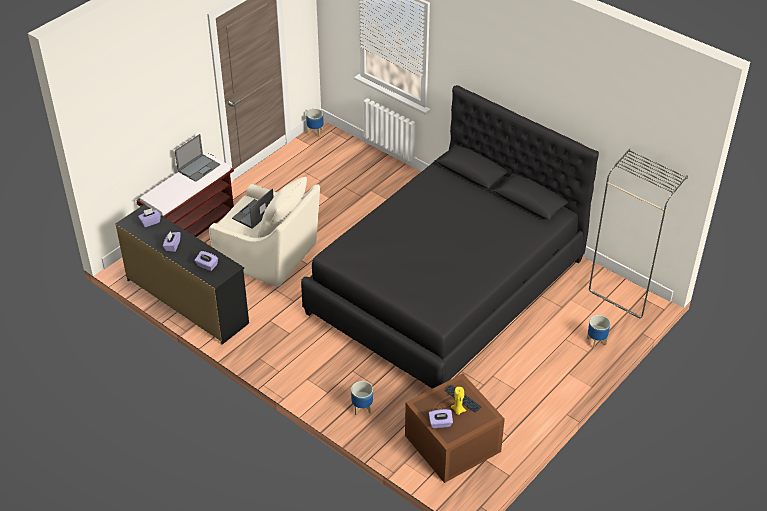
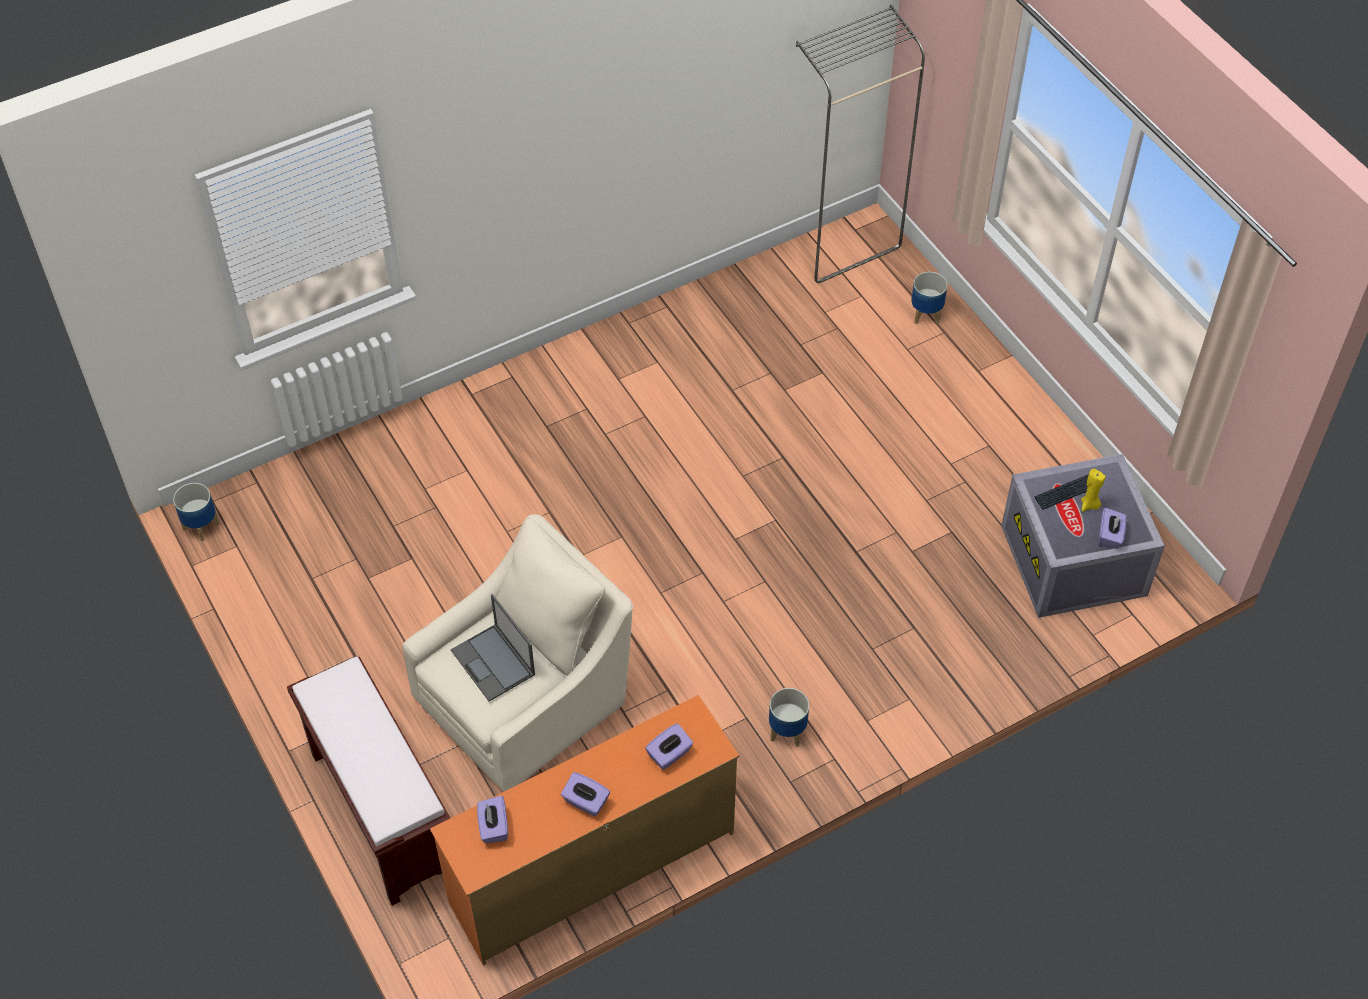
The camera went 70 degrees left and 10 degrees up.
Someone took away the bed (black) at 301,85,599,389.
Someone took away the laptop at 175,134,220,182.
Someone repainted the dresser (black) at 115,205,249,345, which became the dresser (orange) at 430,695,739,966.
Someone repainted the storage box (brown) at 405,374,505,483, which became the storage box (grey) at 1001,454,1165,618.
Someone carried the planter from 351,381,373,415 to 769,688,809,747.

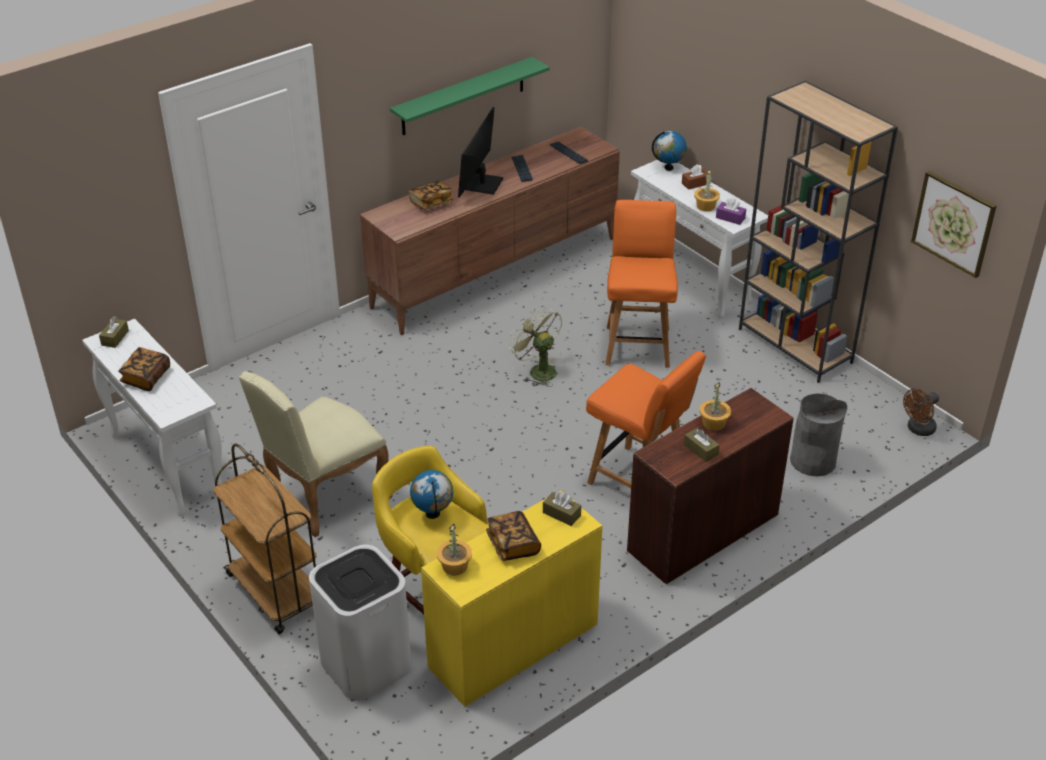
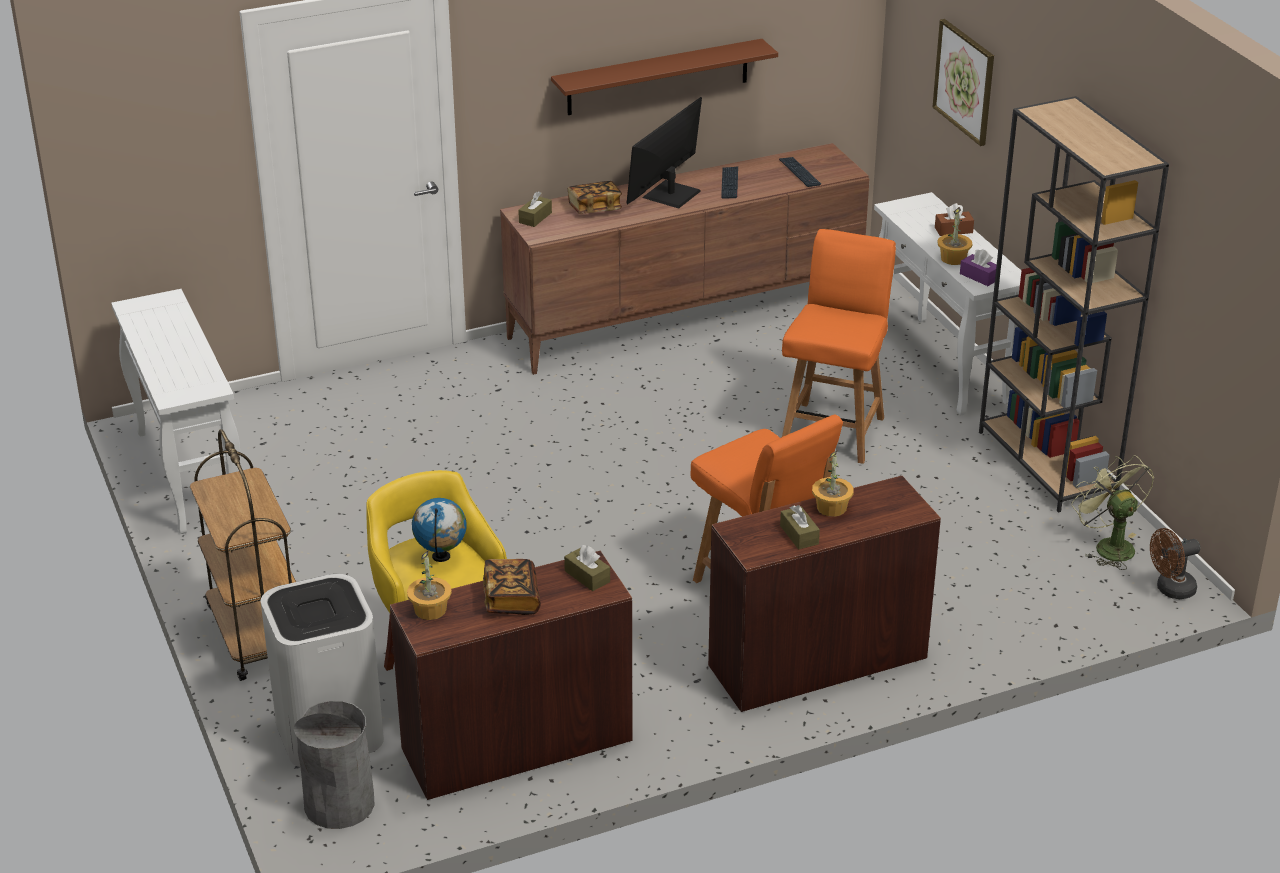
The camera went 15 degrees right and 5 degrees down.
Someone repainted the shelf (green) at 390,57,550,135, which became the shelf (brown) at 551,39,778,115.
Someone took away the globe at 652,131,687,171.
Someone carried the picture from 911,171,996,278 to 933,19,994,146.
Someone carried the fan (green) from 509,306,562,387 to 1071,455,1154,570.
Someone carried the tissue box (brown) from 99,316,129,348 to 518,191,552,227.
Someone took away the book at 118,347,170,391.
Someone took away the chair (beige) at 239,371,393,537.
Someone carried the trash can (grey) from 790,393,847,477 to 294,701,375,829.
Someone repainted the desk (yellow) at 421,490,603,707, which became the desk (brown) at 390,551,632,800.

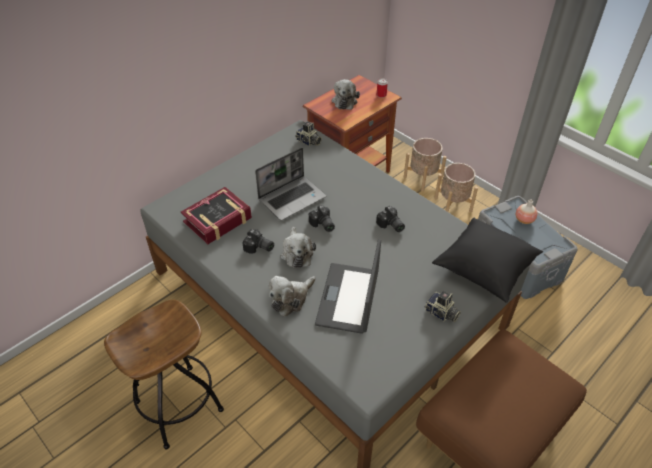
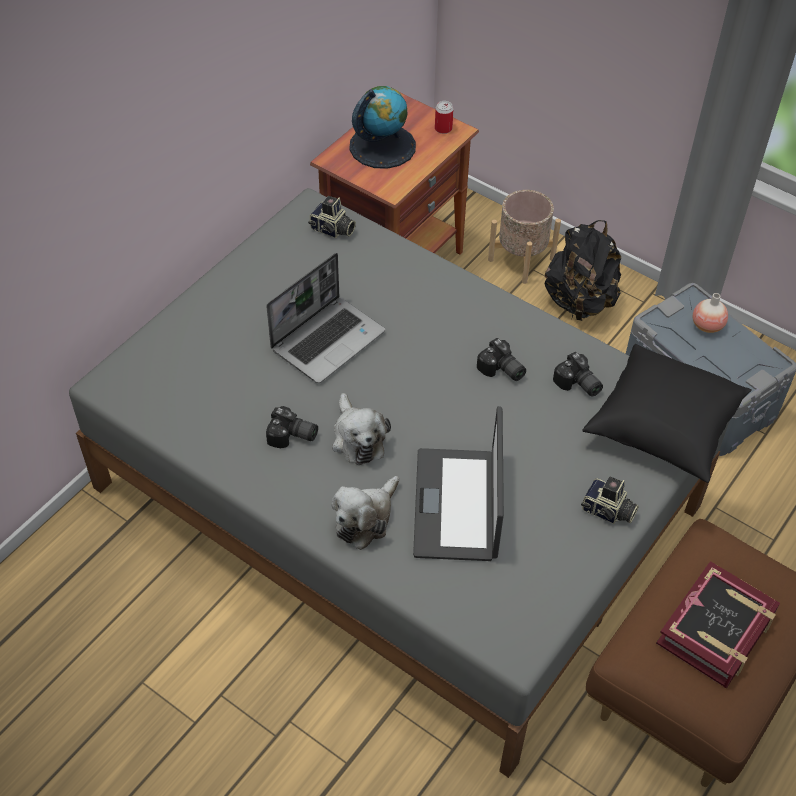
The camera went 10 degrees left and 5 degrees up.
Someone swapped the plush toy at 332,79,360,110 for the globe at 349,86,416,169.
Someone swapped the planter (beige) at 434,163,478,212 for the backpack (black) at 544,220,621,321.
Someone carried the book from 181,187,252,244 to 656,561,780,689.
Someone carried the photo camera from 309,205,335,232 to 553,352,603,397.
Someone took away the stool (brown) at 104,300,224,449.

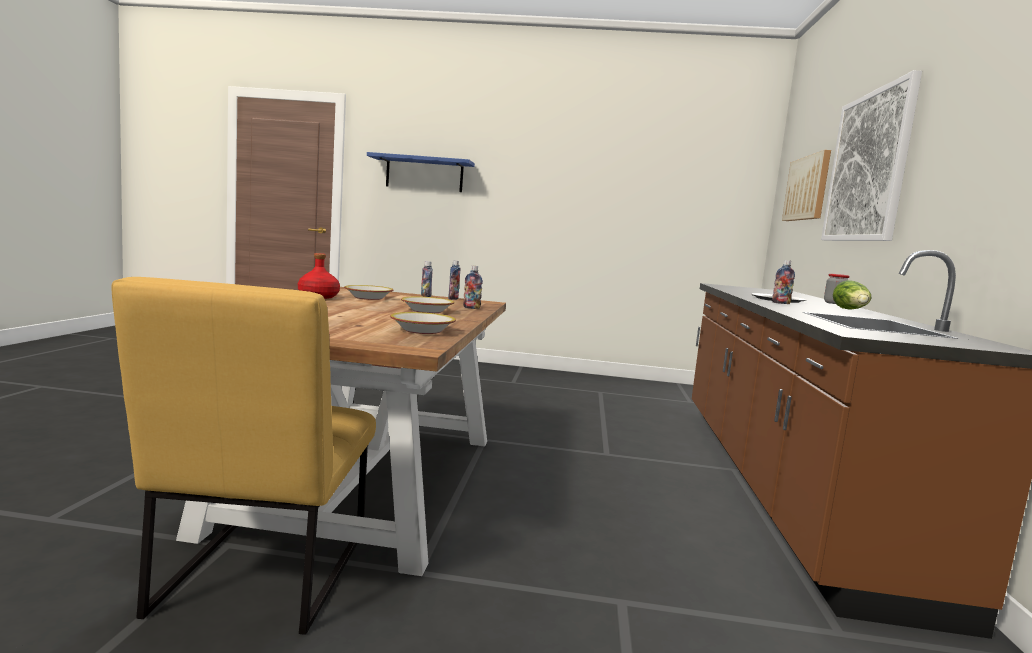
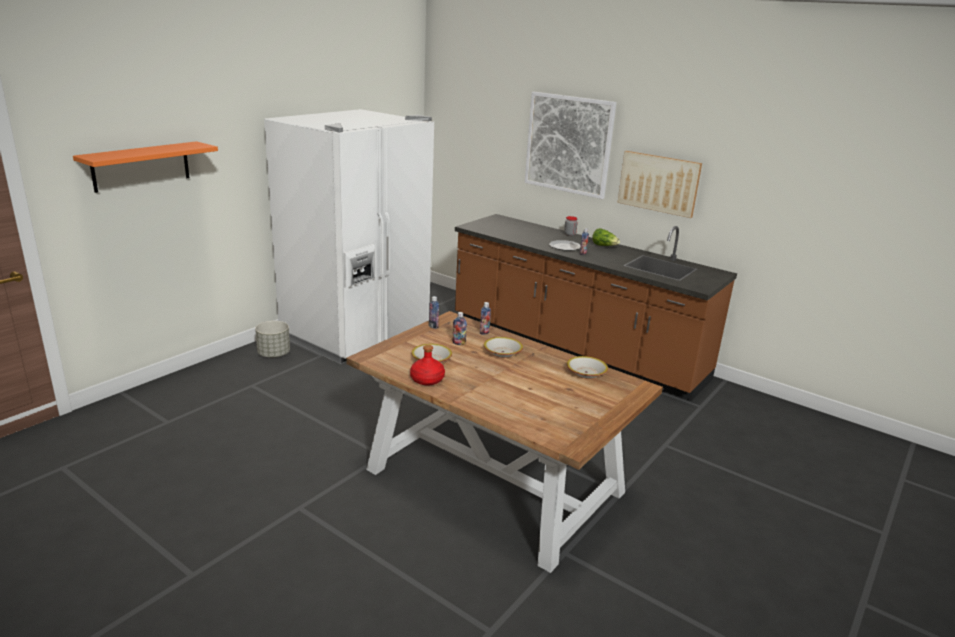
The camera went 60 degrees left and 15 degrees up.
Someone carried the picture from 782,150,831,221 to 617,151,702,218.
Someone repainted the shelf (blue) at 367,152,475,192, which became the shelf (orange) at 73,141,218,193.
Someone took away the chair (yellow) at 111,277,376,635.
Someone put down the fridge (white) at 264,109,434,364.
Someone put down the planter (grey) at 255,321,290,358.

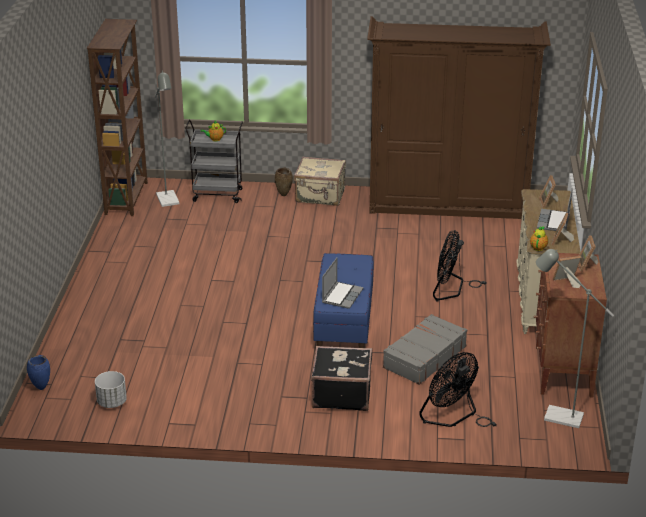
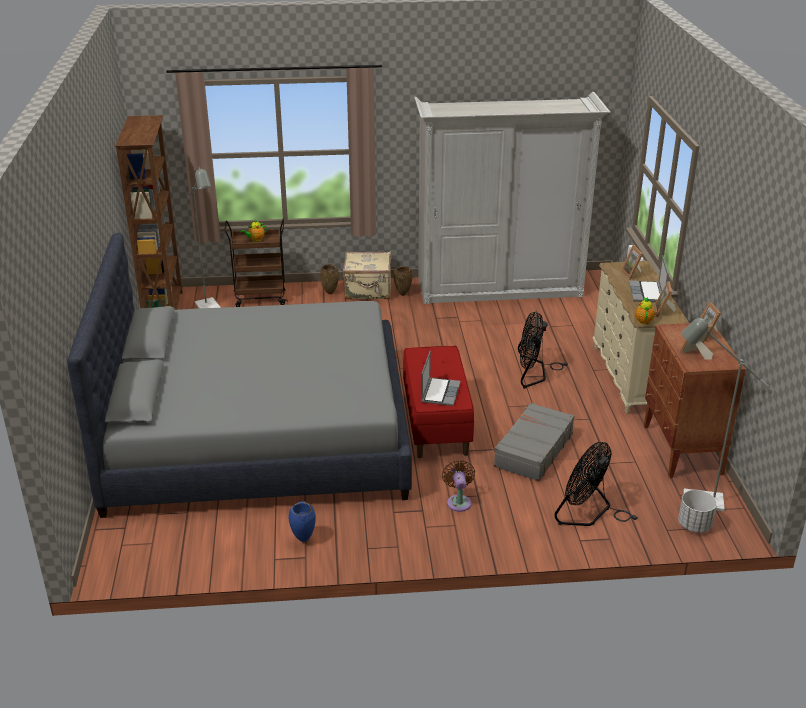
The camera went 10 degrees left and 0 degrees up.
Someone repainted the wardrobe (brown) at 367,16,551,220, which became the wardrobe (white) at 414,92,610,304.
Someone repainted the cart (grey) at 186,120,243,203, which became the cart (brown) at 225,218,288,307.
Someone repainted the bench (blue) at 313,253,374,348, which became the bench (red) at 403,346,474,458.
Someone swapped the suitcase (black) at 311,346,372,411 for the fan (brown) at 442,460,475,512.
Someone carried the vase (blue) from 27,355,50,390 to 289,501,316,542.
Someone carried the planter (white) from 95,371,127,408 to 678,490,717,532.
Someone put down the bed (grey) at 67,233,412,518.
Someone put down the vase (brown) at 394,266,413,296.

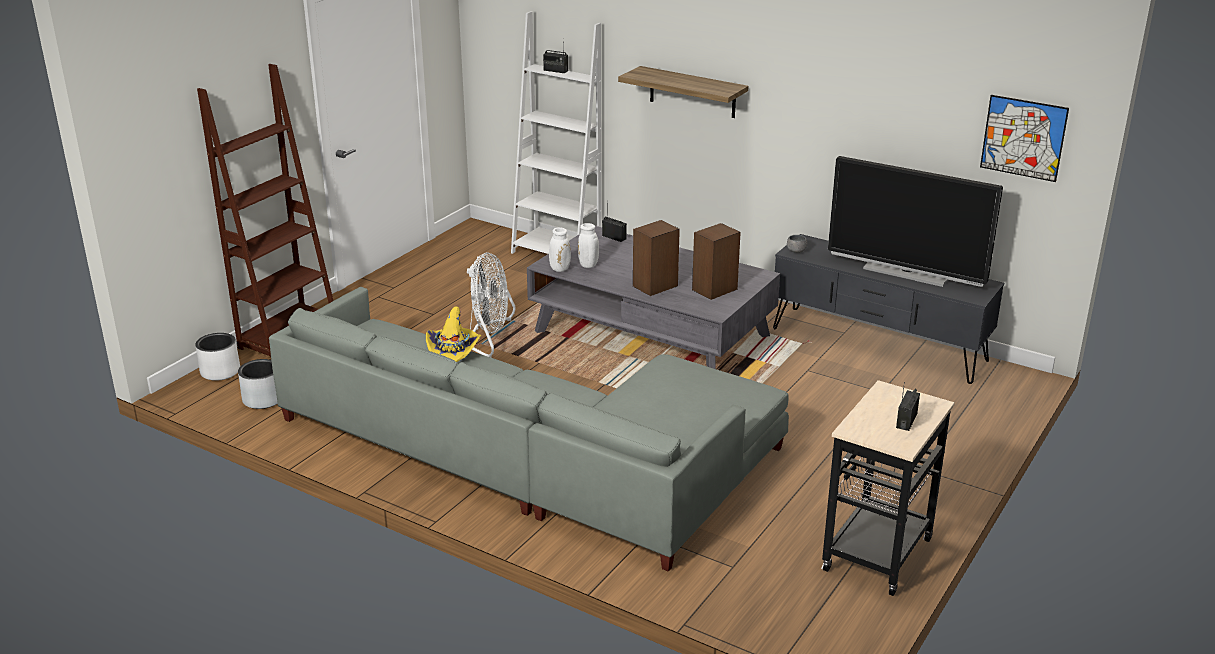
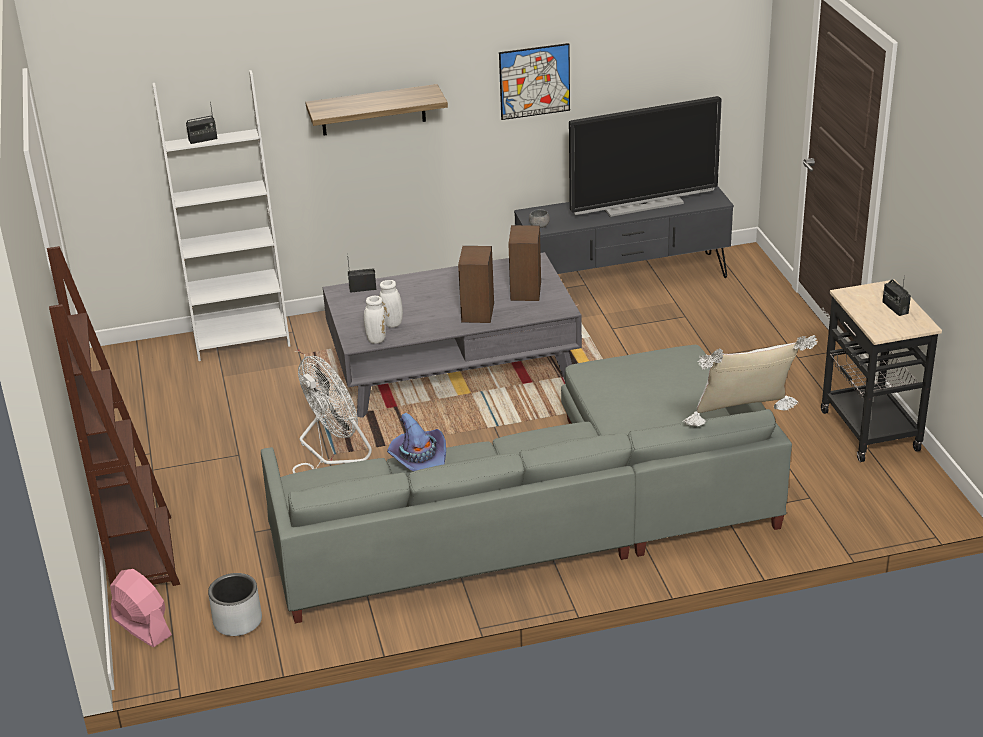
The camera went 45 degrees left and 5 degrees up.
Someone carried the picture from 980,95,1069,182 to 499,43,570,120.
Someone repainted the hat (yellow) at 426,306,481,362, which became the hat (purple) at 387,413,446,471.
Someone swapped the planter (white) at 195,333,240,381 for the fan (pink) at 110,569,172,647.
Someone put down the pillow (white) at 683,335,817,427.

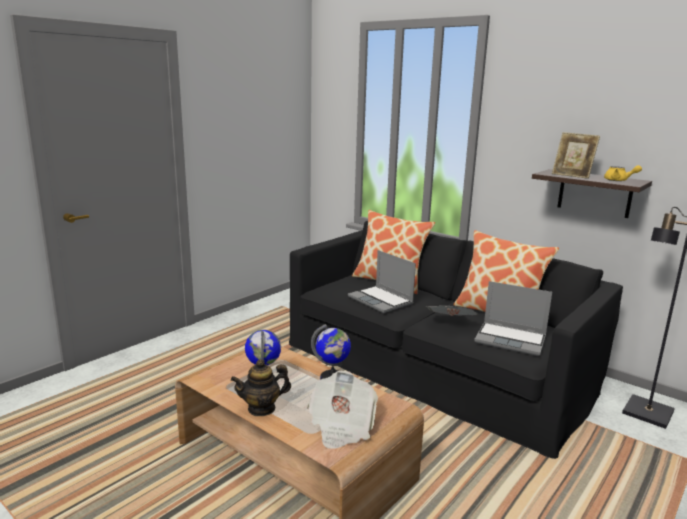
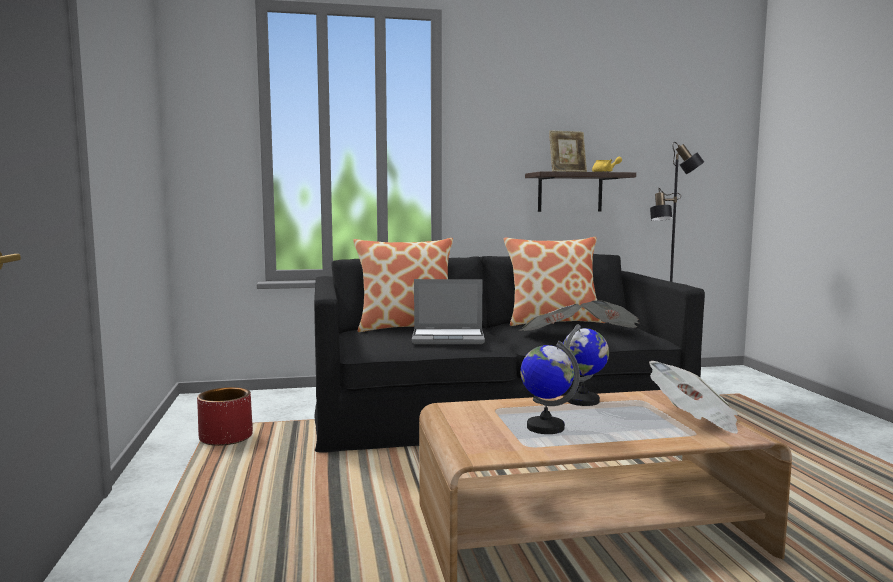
The camera went 50 degrees left and 10 degrees down.
Someone swapped the laptop at 474,281,552,356 for the newspaper at 581,300,639,328.
Someone took away the teapot at 231,359,291,416.
Someone put down the planter (red) at 197,387,253,446.

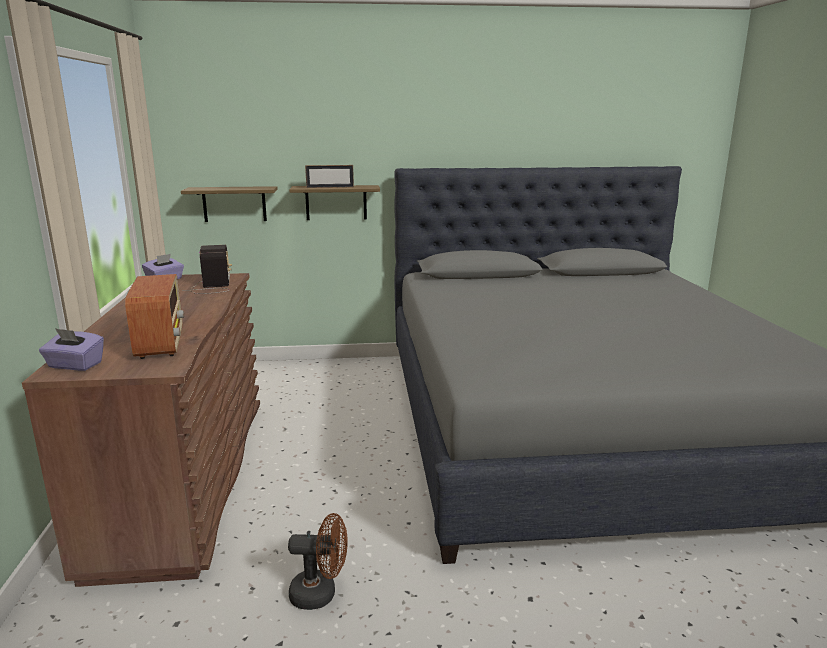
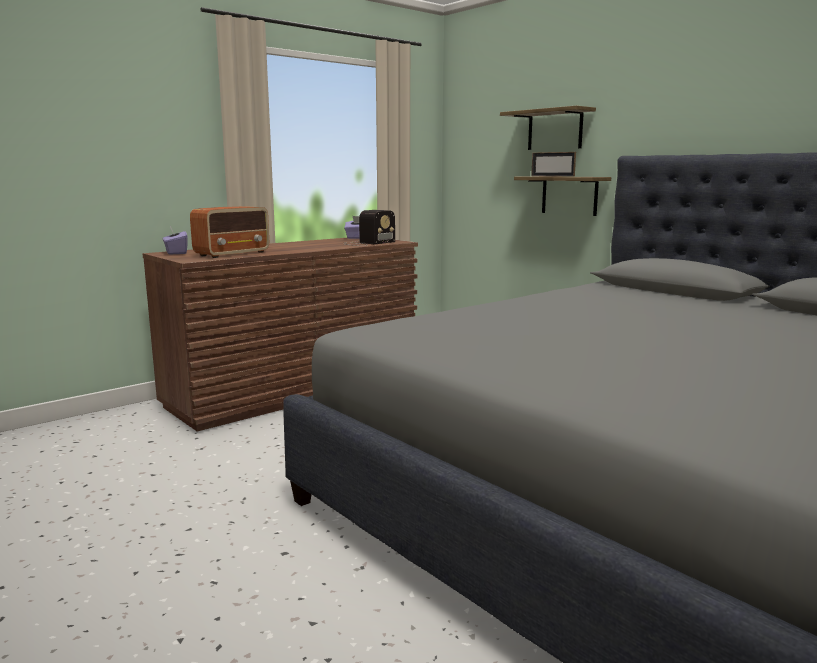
The camera went 55 degrees right and 5 degrees down.
Someone carried the shelf from 181,186,278,222 to 500,106,596,150.
Someone took away the fan (brown) at 288,513,348,610.

